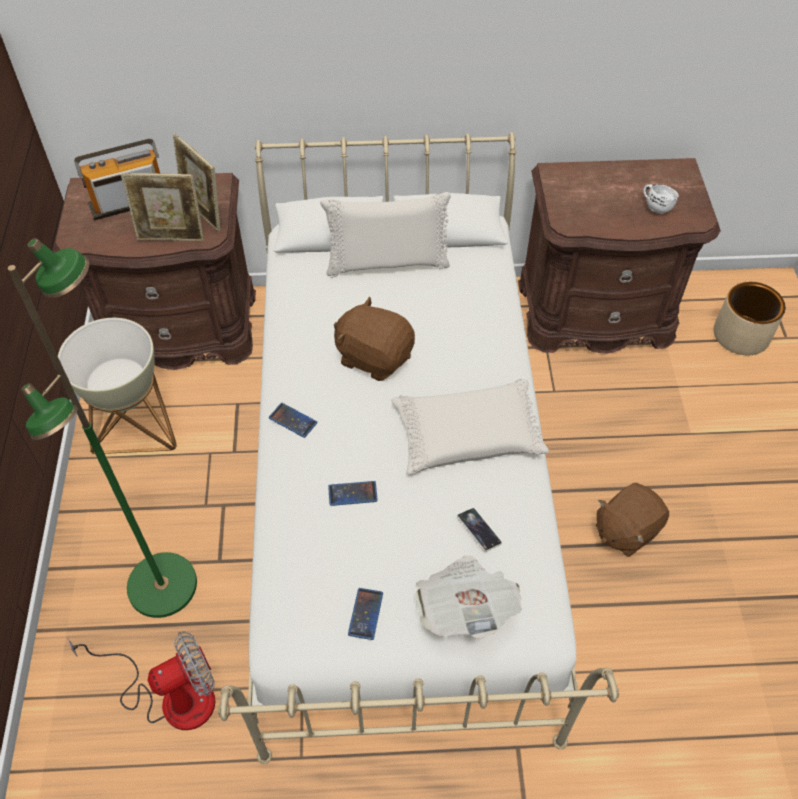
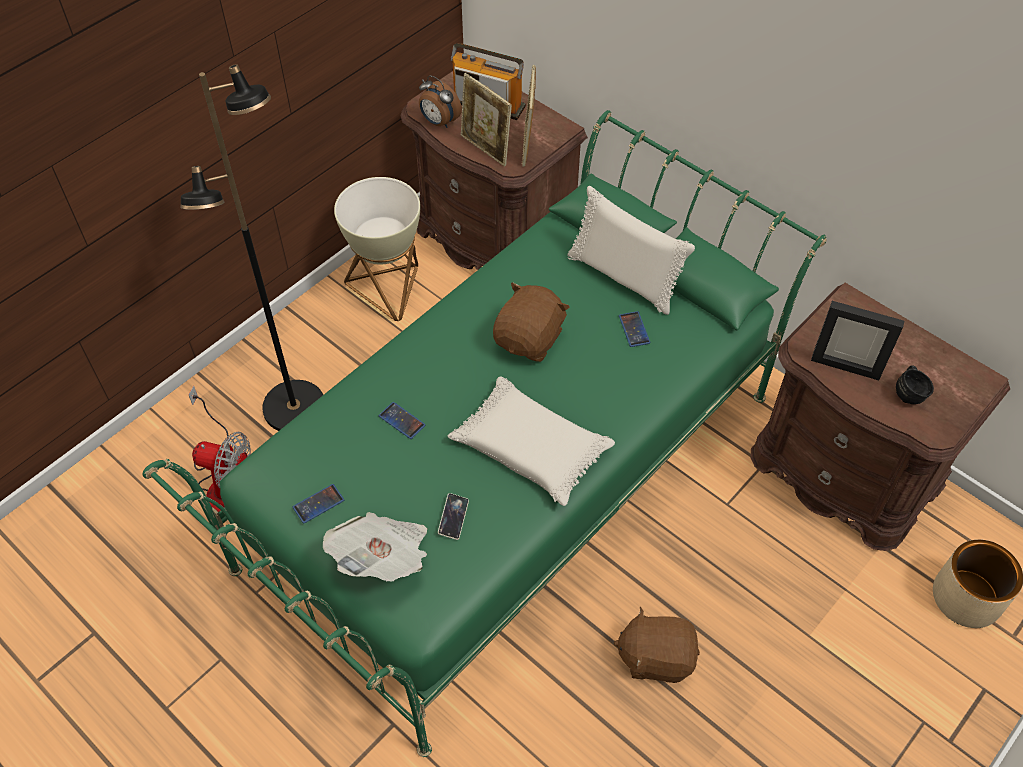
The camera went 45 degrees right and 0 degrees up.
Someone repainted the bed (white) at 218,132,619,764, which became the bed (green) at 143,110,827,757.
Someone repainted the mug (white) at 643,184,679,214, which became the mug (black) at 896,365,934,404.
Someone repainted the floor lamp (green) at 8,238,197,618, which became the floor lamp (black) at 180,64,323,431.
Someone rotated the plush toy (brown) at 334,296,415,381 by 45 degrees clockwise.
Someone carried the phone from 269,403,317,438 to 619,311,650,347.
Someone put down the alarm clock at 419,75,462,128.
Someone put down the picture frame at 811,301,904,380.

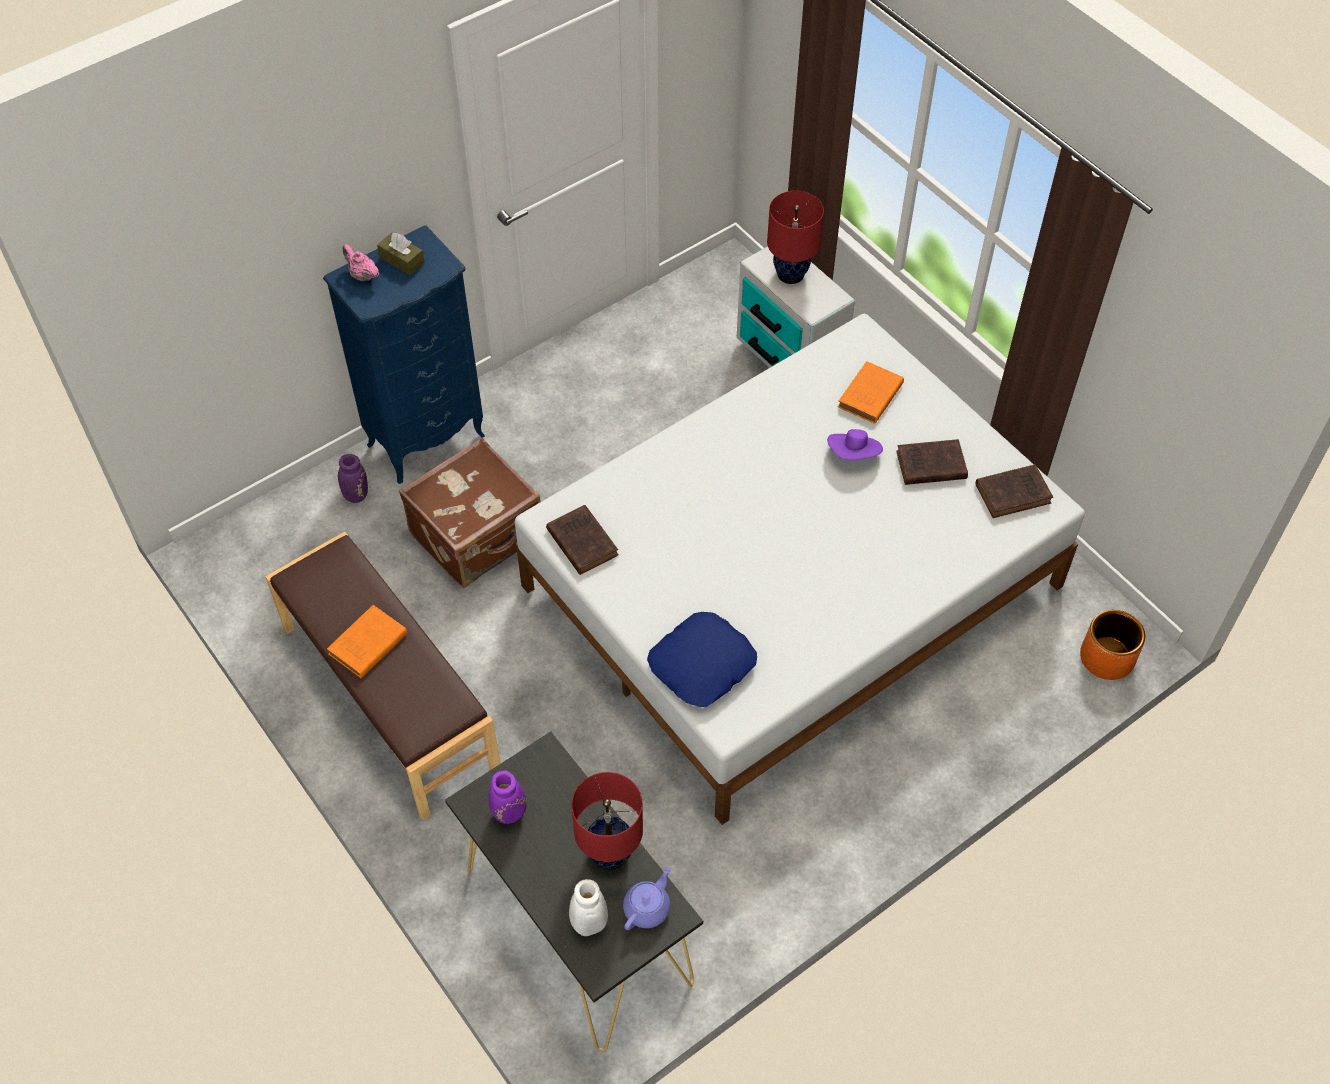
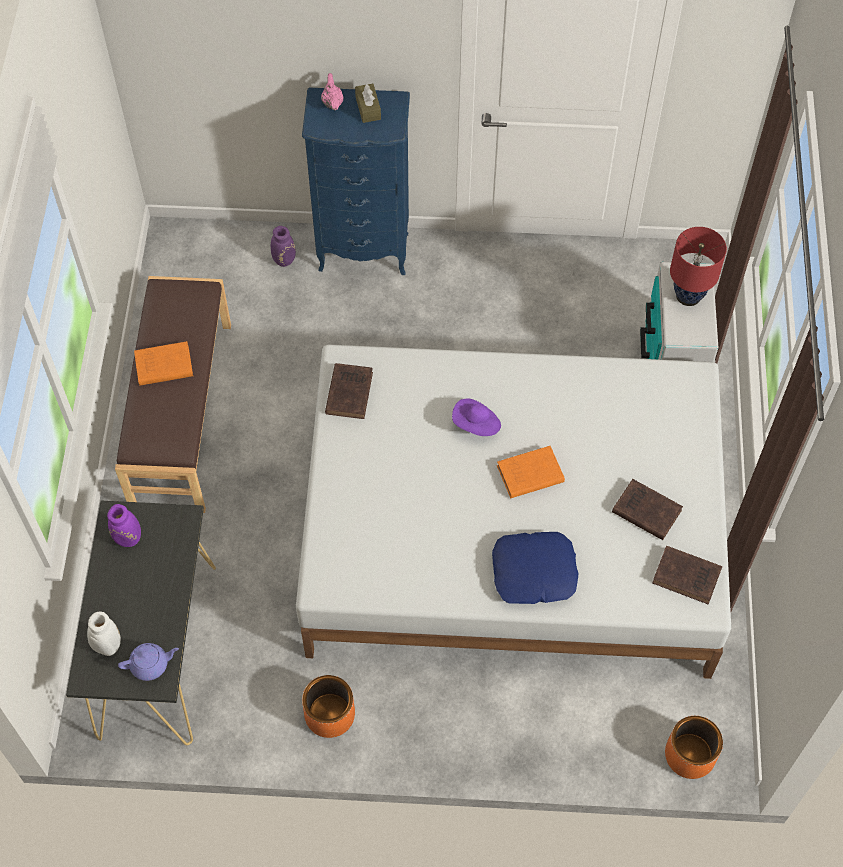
The camera went 40 degrees right and 5 degrees up.
Someone carried the book (orange) from 838,361,904,424 to 497,446,565,498.
Someone carried the hat (purple) from 827,429,883,460 to 452,398,501,436.
Someone took away the suitcase (brown) at 399,438,541,588.
Someone carried the pillow (blue) from 647,612,757,707 to 492,532,578,604.
Someone took away the table lamp (red) at 571,772,643,870.
Someone put down the planter (orange) at 302,675,355,738.

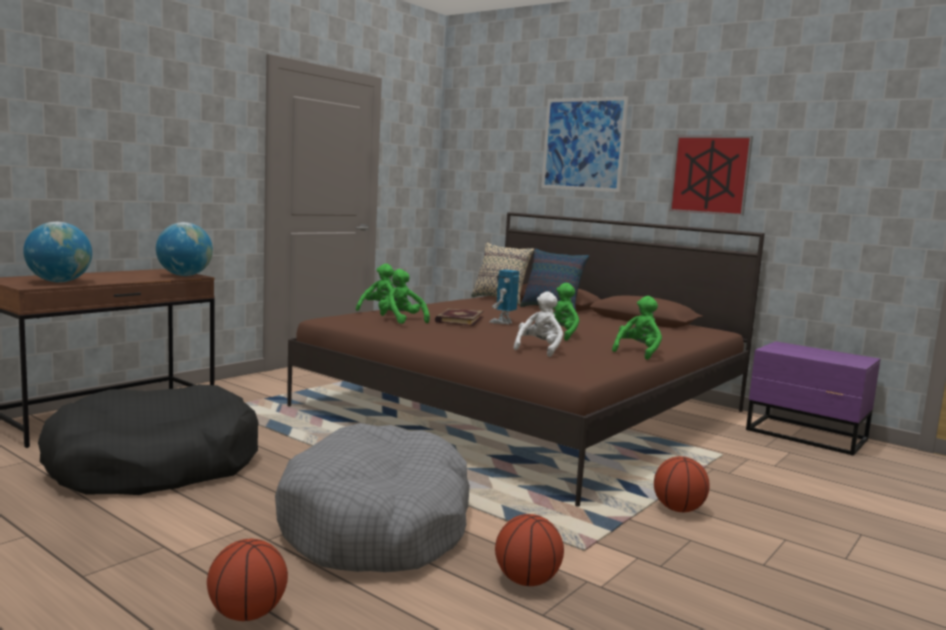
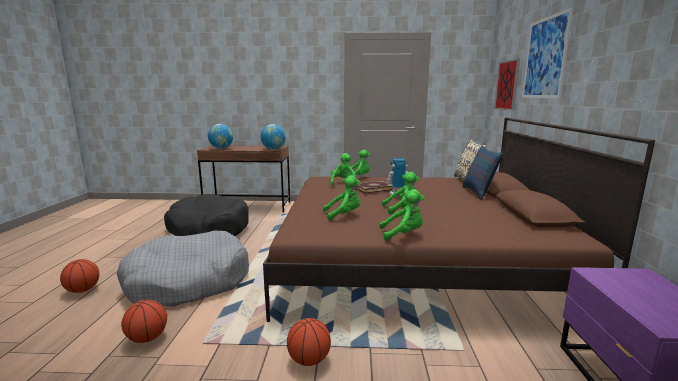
The camera went 55 degrees right and 5 degrees up.
Someone carried the picture from 669,136,753,216 to 494,59,520,110.
Someone repainted the plush toy (white) at 513,291,563,357, which became the plush toy (green) at 323,175,360,221.

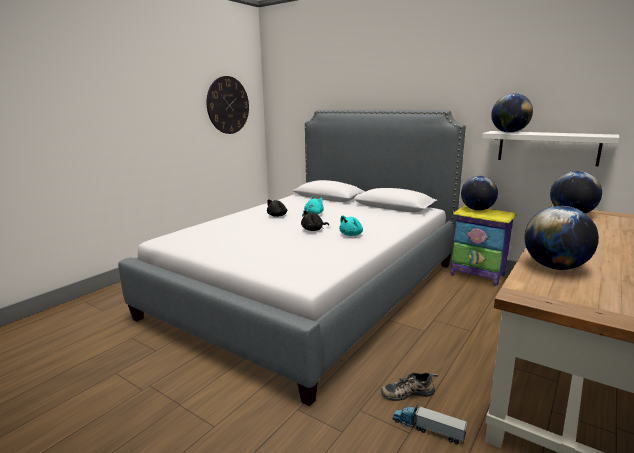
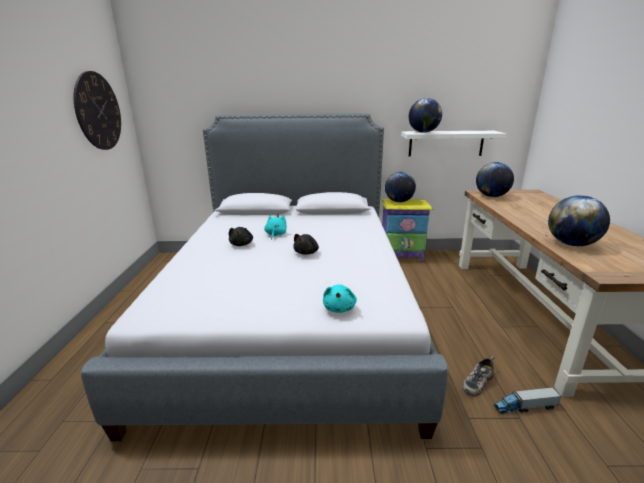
The camera went 35 degrees left and 5 degrees up.
Someone carried the plush toy (turquoise) from 339,215,363,236 to 323,284,357,313.

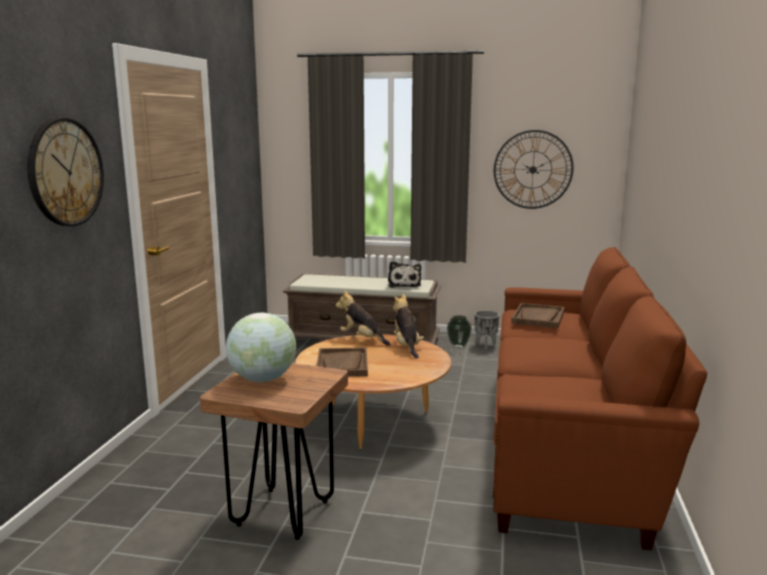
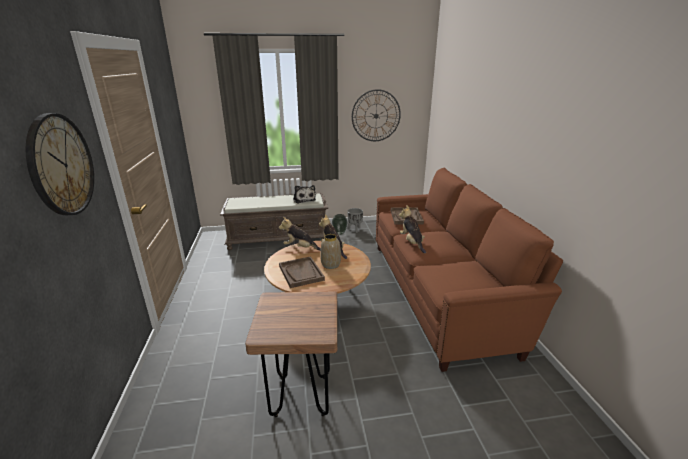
The camera went 20 degrees left and 10 degrees up.
Someone took away the globe at 226,313,296,382.
Someone put down the plush toy at 399,206,426,254.
Someone put down the vase at 320,234,341,269.

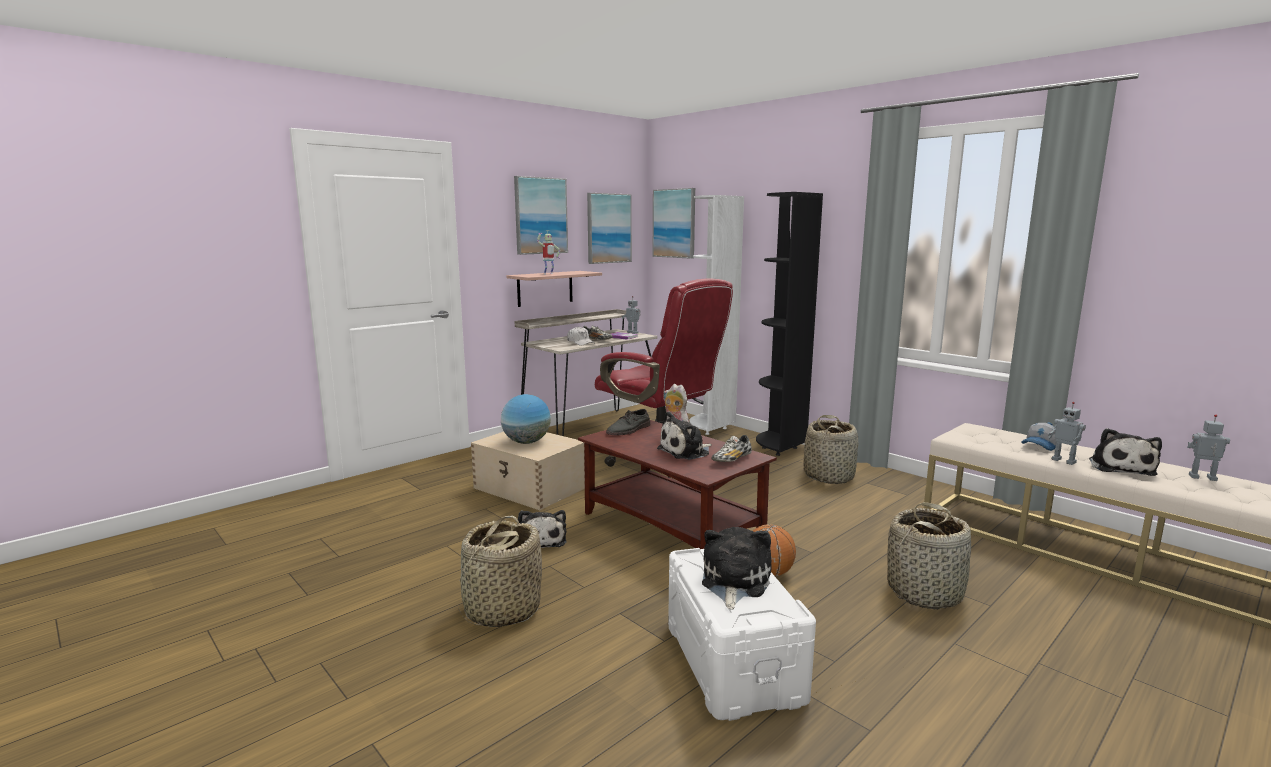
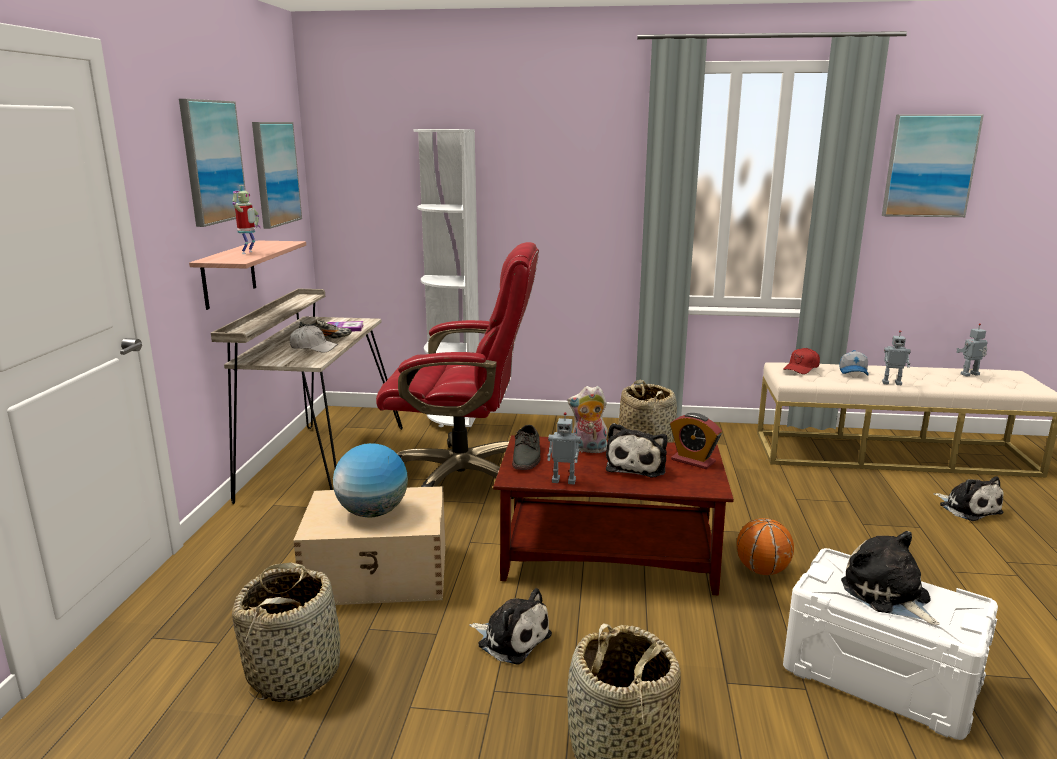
The camera went 40 degrees left and 5 degrees up.
Someone carried the picture from 653,188,695,259 to 882,114,984,217.
Someone took away the bookcase (black) at 756,192,823,456.
Someone carried the toy robot from 622,296,640,334 to 547,412,581,484.
Someone carried the plush toy from 1089,428,1162,476 to 934,476,1004,521.
Someone swapped the shoe at 711,435,752,462 for the alarm clock at 670,413,722,469.
Someone carried the basket from 887,502,971,609 to 232,562,340,702.
Someone put down the cap (red) at 783,348,820,374.

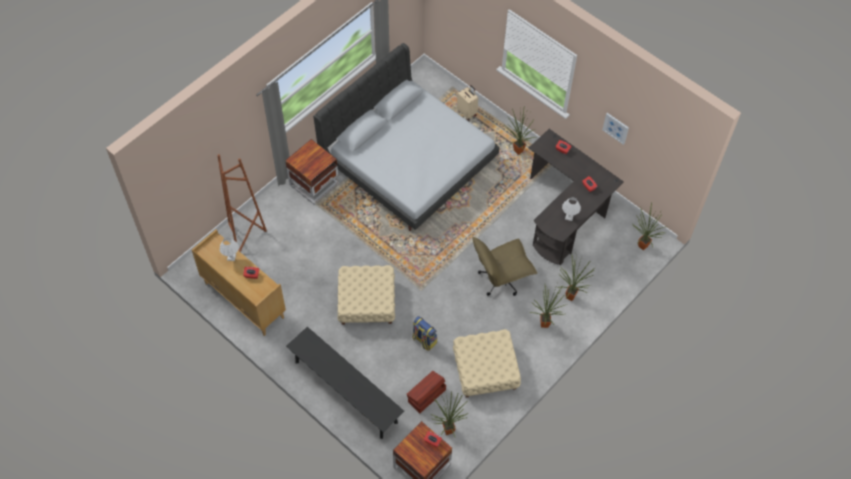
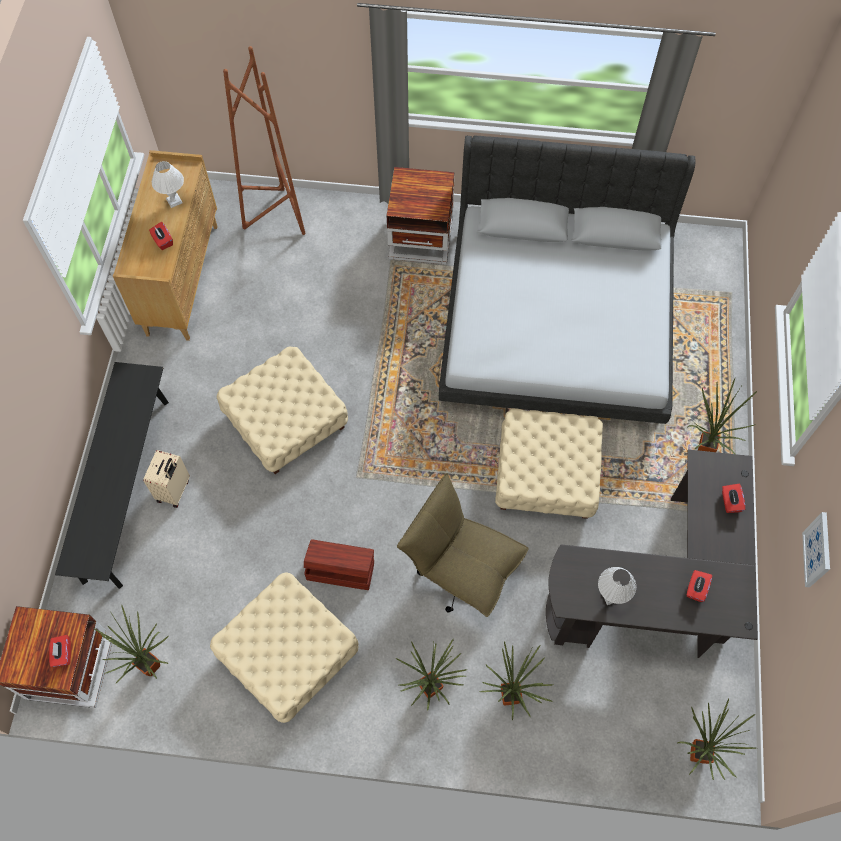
The camera went 55 degrees right and 5 degrees up.
Someone carried the suitcase (beige) from 457,85,478,121 to 143,450,190,508.
Someone took away the backpack at 412,316,437,351.
Someone carried the storage box (brown) from 407,371,446,413 to 304,539,374,590.
Someone put down the ottoman (beige) at 495,408,603,519.

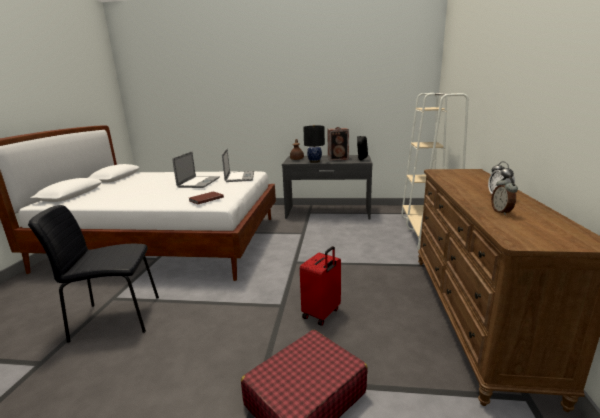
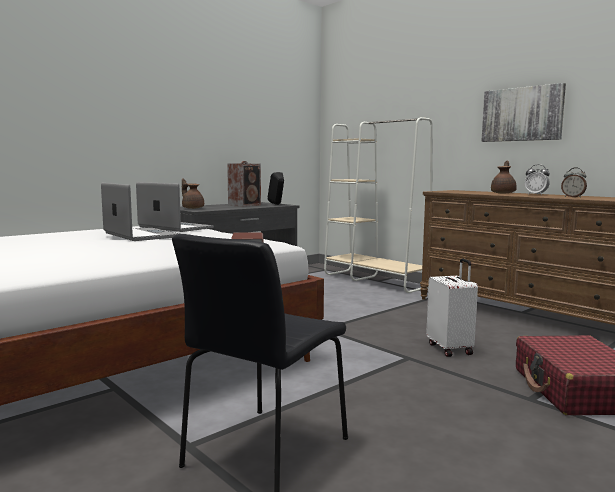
The camera went 50 degrees left and 10 degrees down.
Someone took away the table lamp (black) at 303,125,325,163.
Someone repainted the suitcase (red) at 300,246,341,326, which became the suitcase (white) at 426,258,478,357.
Someone put up the picture at 481,83,566,142.
Someone put down the teapot (brown) at 491,160,517,193.

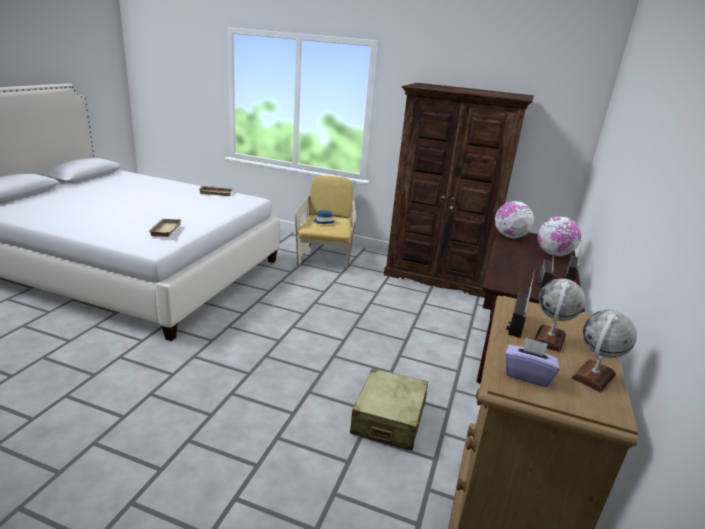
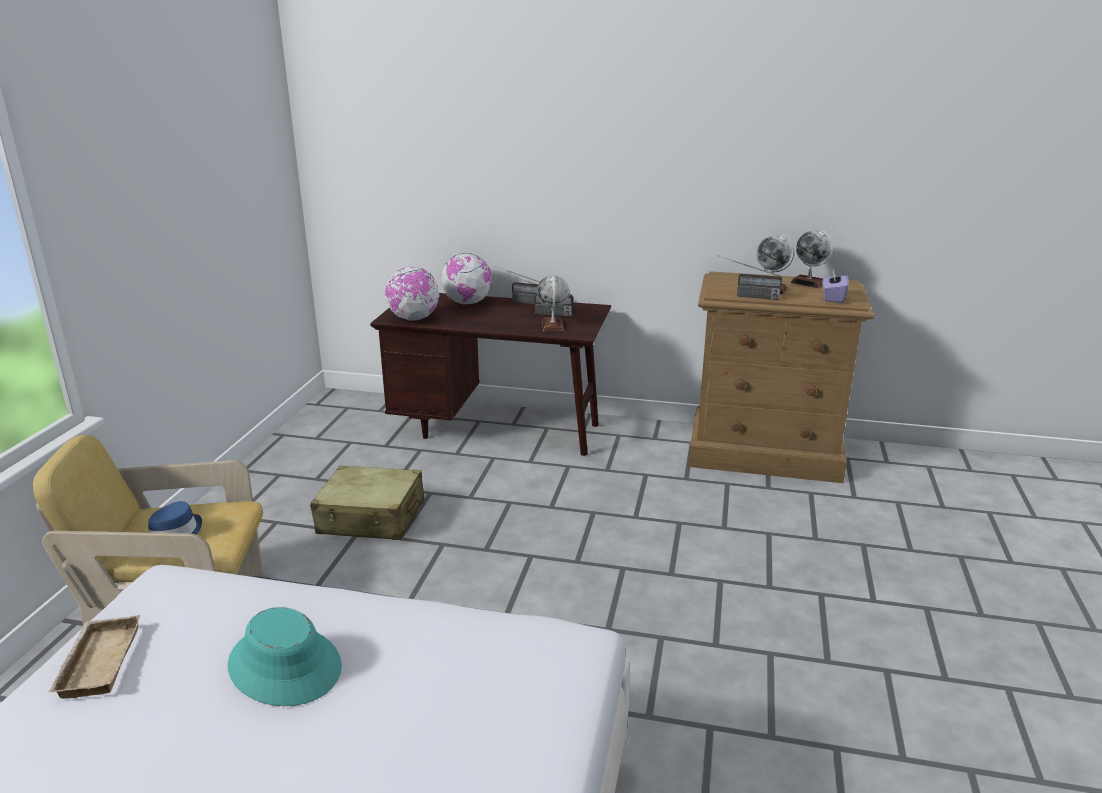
The camera went 95 degrees left and 0 degrees up.
Someone took away the wardrobe (brown) at 384,83,534,298.
Someone took away the tray (beige) at 148,219,182,237.
Someone carried the suitcase (beige) from 350,368,428,451 to 310,466,424,540.
Someone put down the globe at 537,275,569,331.
Someone put down the hat (turquoise) at 228,607,342,706.

